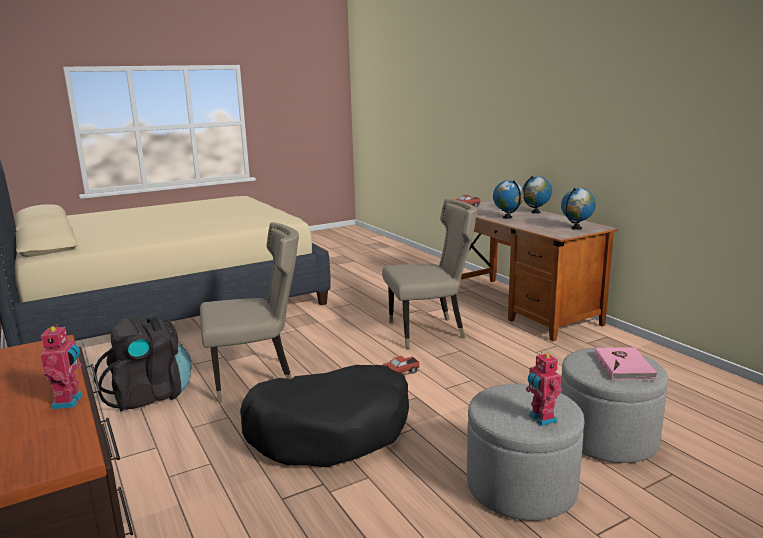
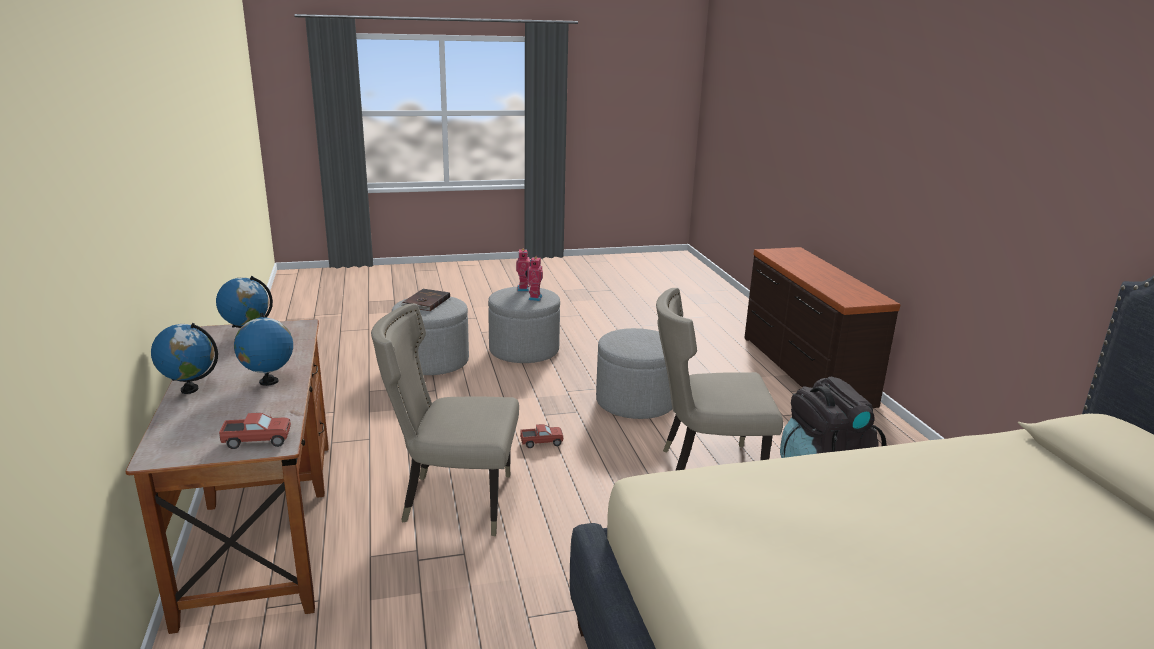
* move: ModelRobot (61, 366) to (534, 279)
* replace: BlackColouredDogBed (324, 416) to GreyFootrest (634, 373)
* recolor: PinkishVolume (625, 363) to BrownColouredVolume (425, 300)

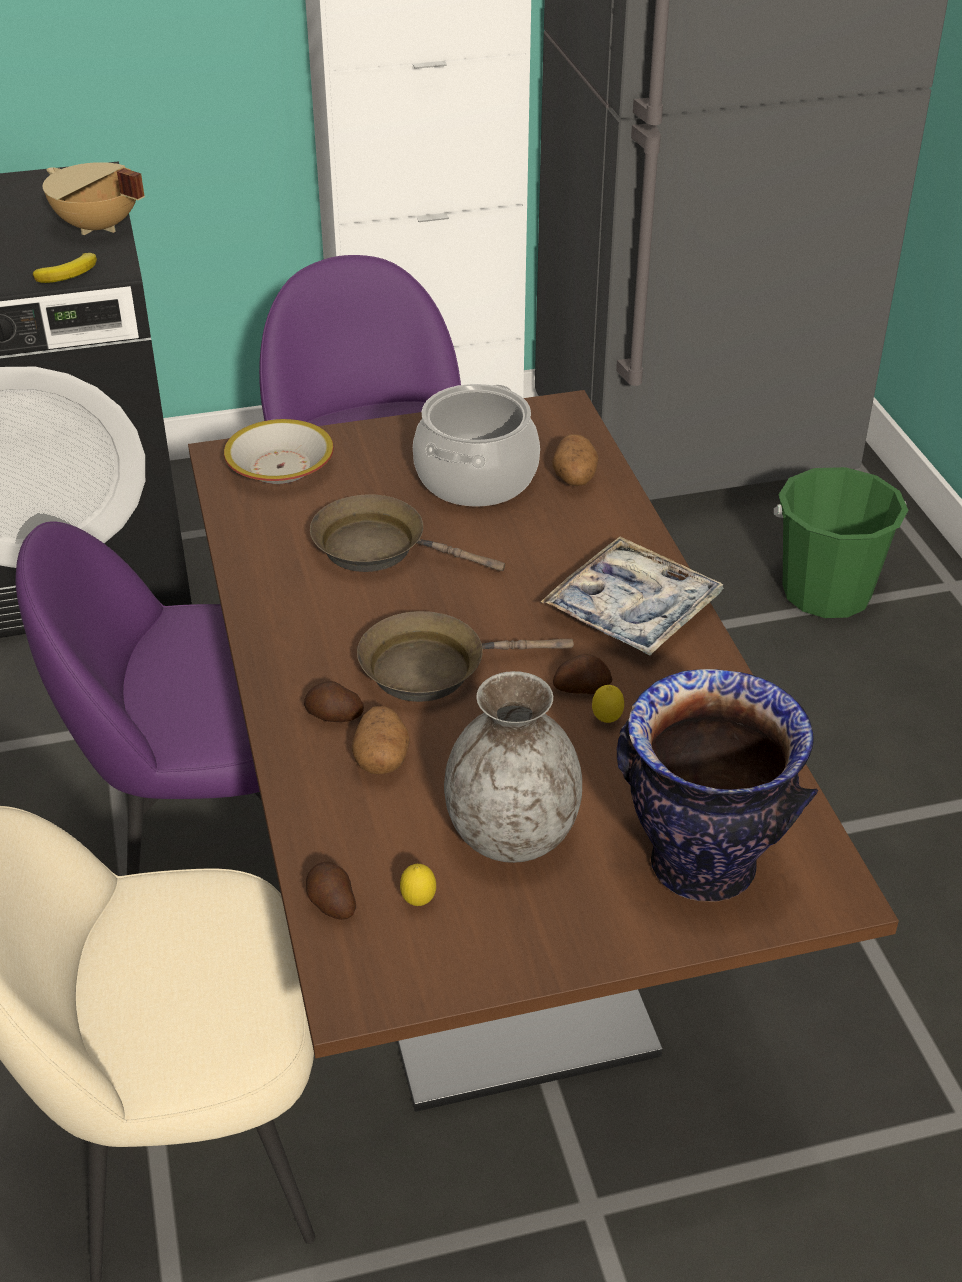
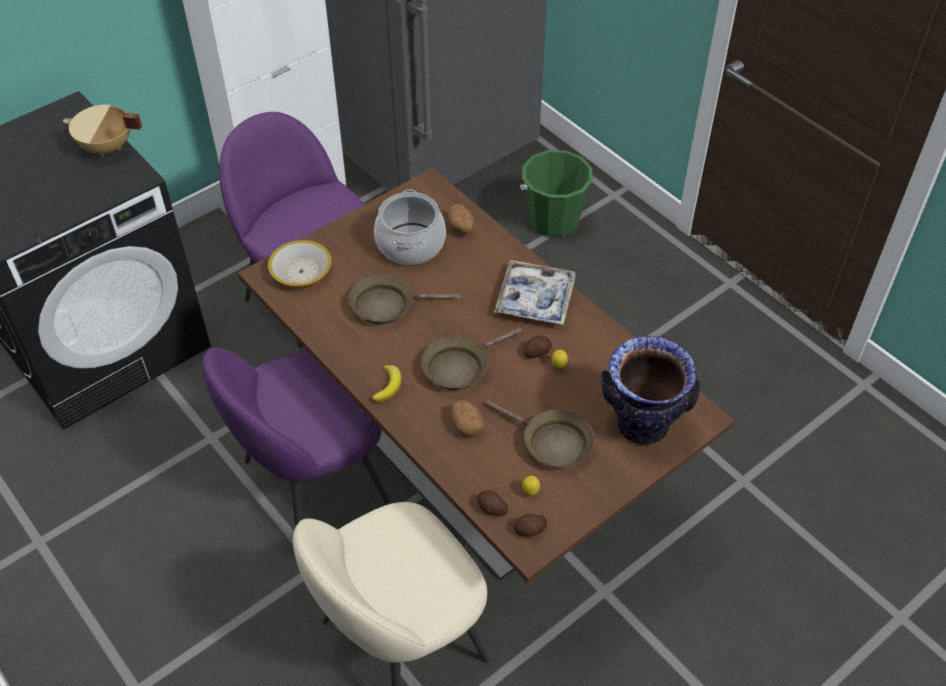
* move: BananaFruit (65, 268) to (387, 384)
* move: Potato (334, 701) to (530, 525)
* replace: GreyFlowerVase (513, 767) to BrownColouredSkillet (539, 434)

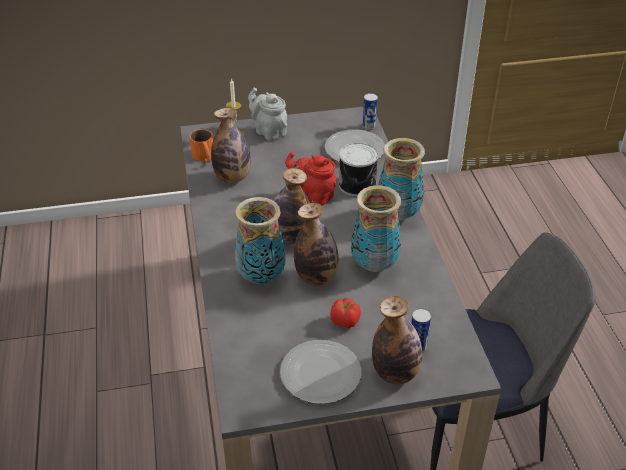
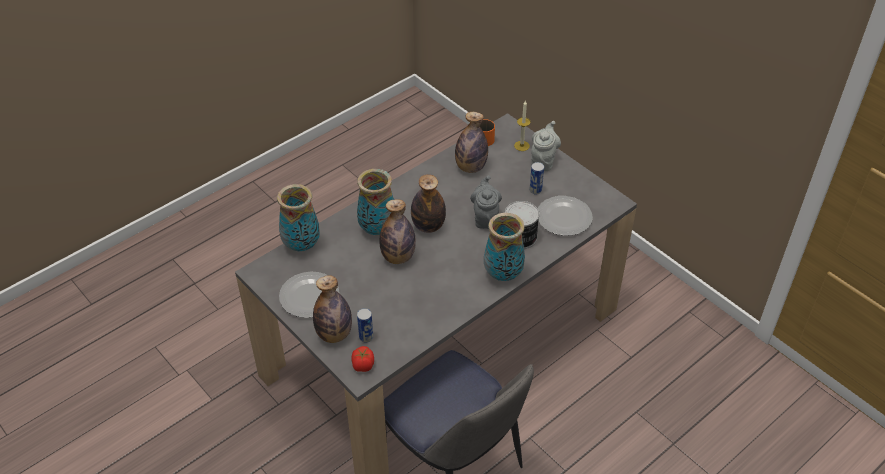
* move: WholeTomato (345, 313) to (362, 359)
* move: FlowerVase (376, 228) to (298, 217)
* move: SealedCan (370, 111) to (536, 178)
* recolor: RedTeaPot (310, 179) to GreyTeaPot (486, 202)

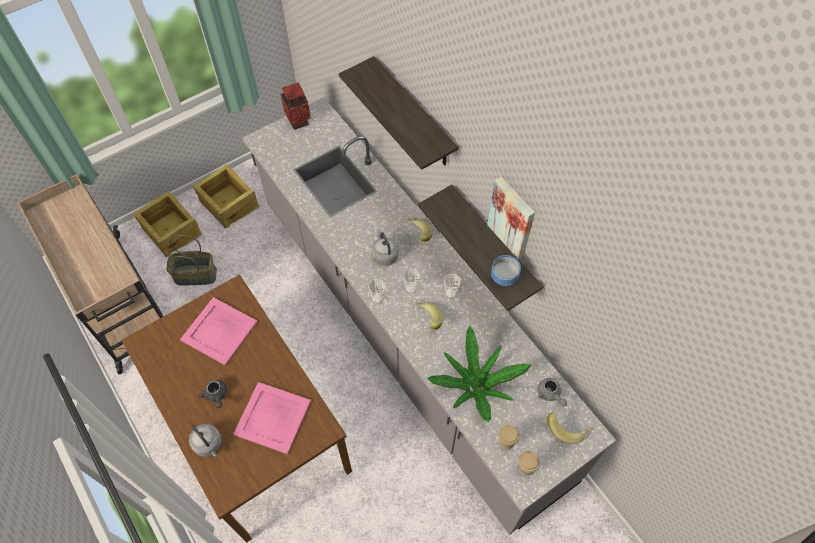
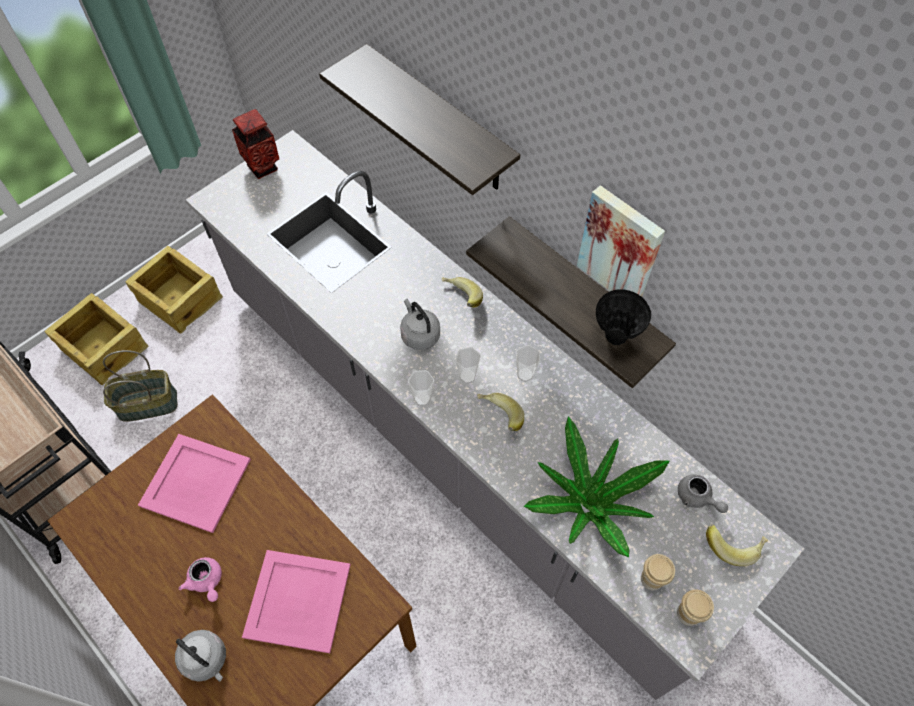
* replace: Bowl (506, 270) to BlackColouredFlowerVase (623, 317)
* recolor: GreyTeaPot (212, 394) to PinkishTeaPot (200, 579)

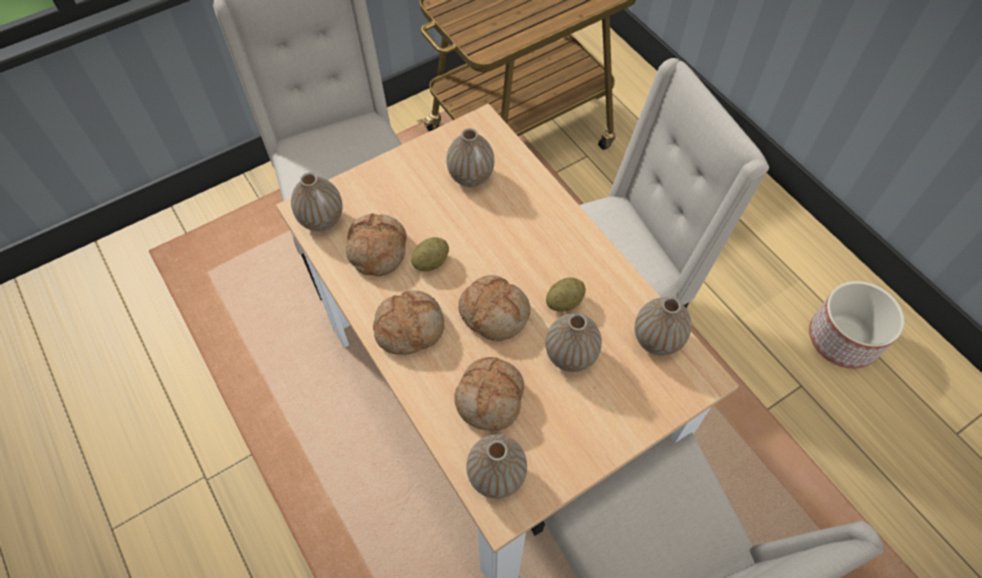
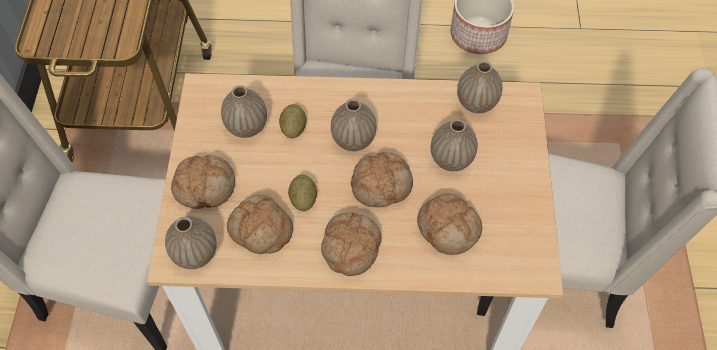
* insert: BakeryBread (203, 182)
* move: FlowerVase (496, 466) to (353, 125)
* move: Potato (566, 295) to (293, 121)

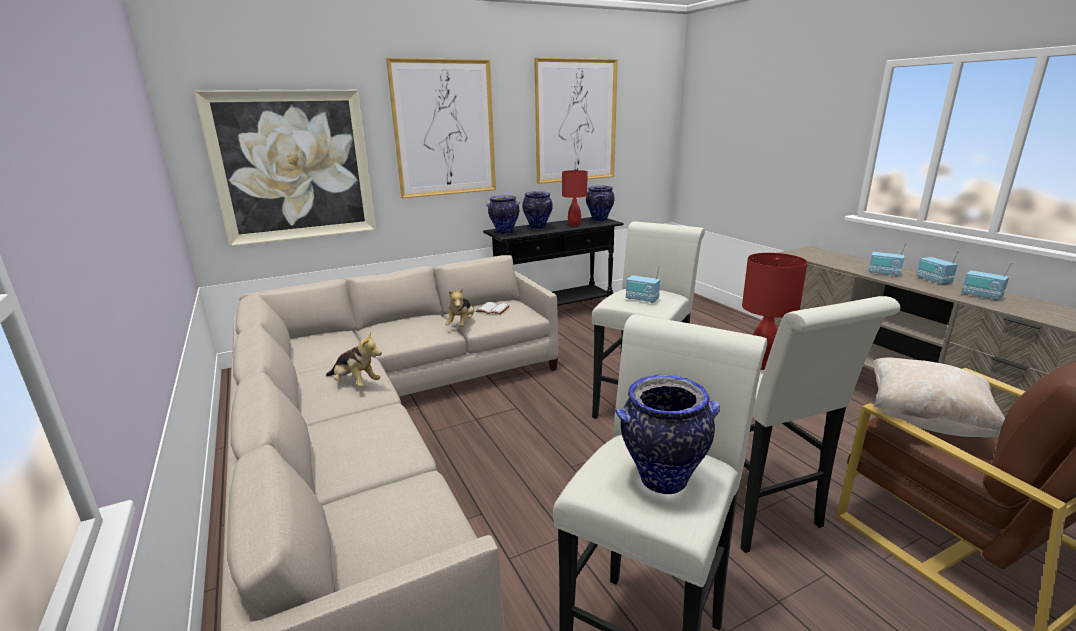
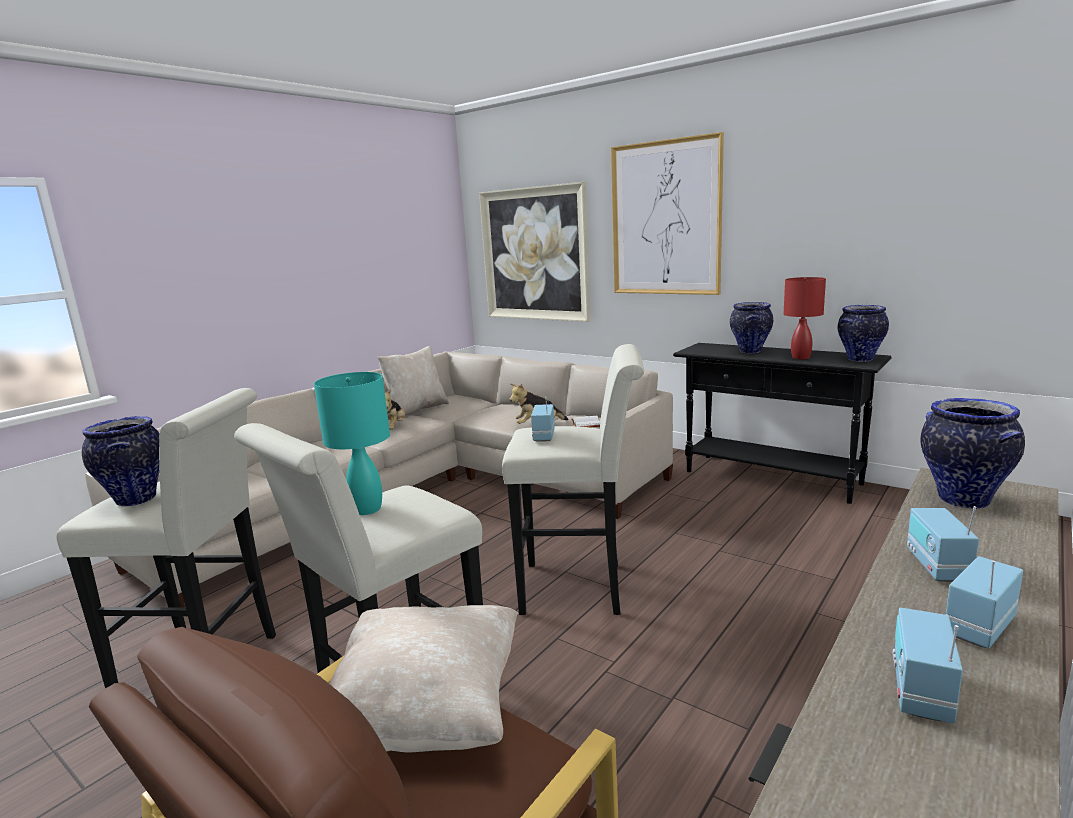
* delete: Picture (576, 121)
* insert: BeigeColouredCushion (413, 381)
* move: FlowerVase (503, 215) to (972, 453)
* recolor: RedTabletopLamp (775, 311) to BlueGreenTabletopLamp (352, 443)

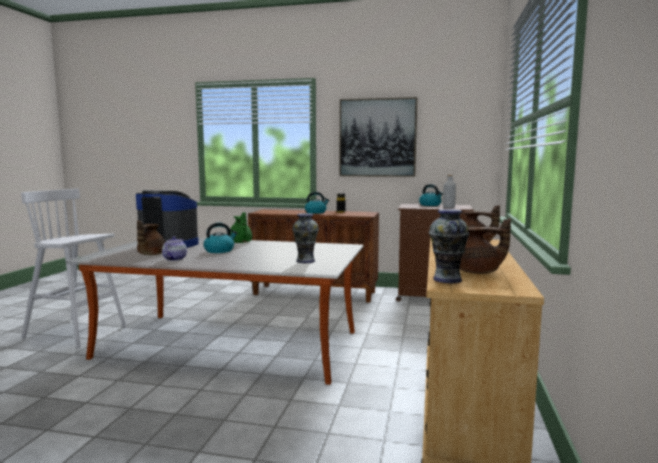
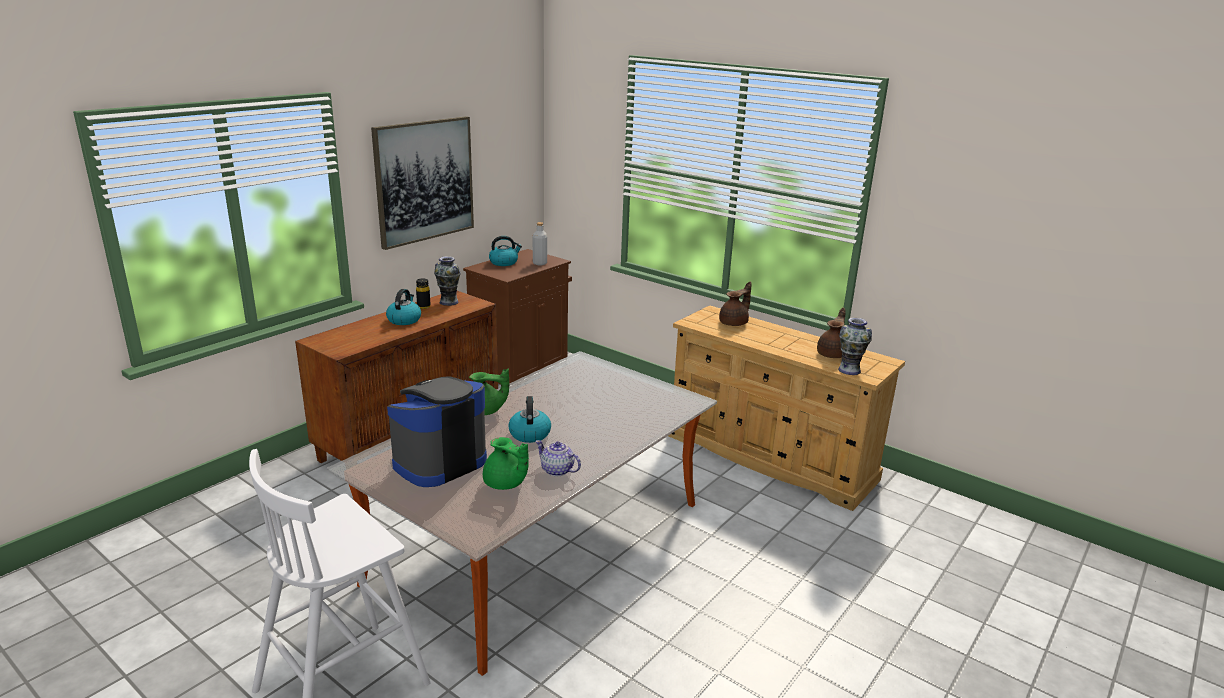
* move: FlowerVase (305, 238) to (447, 281)
* recolor: BrownColouredTeaPot (151, 237) to GreenColouredTeaPot (506, 463)

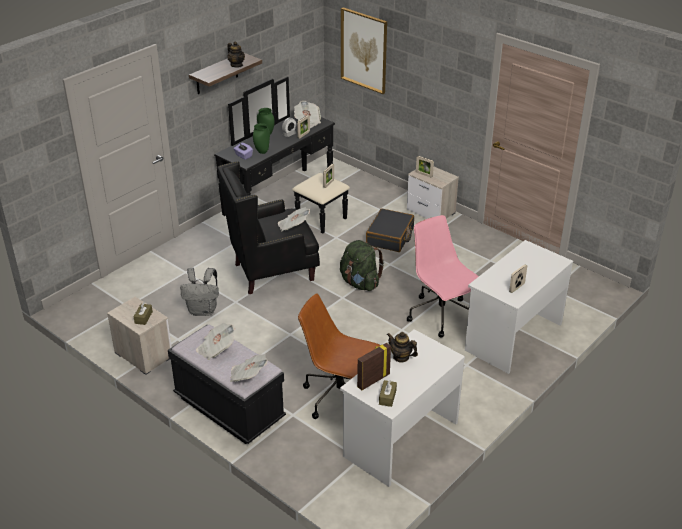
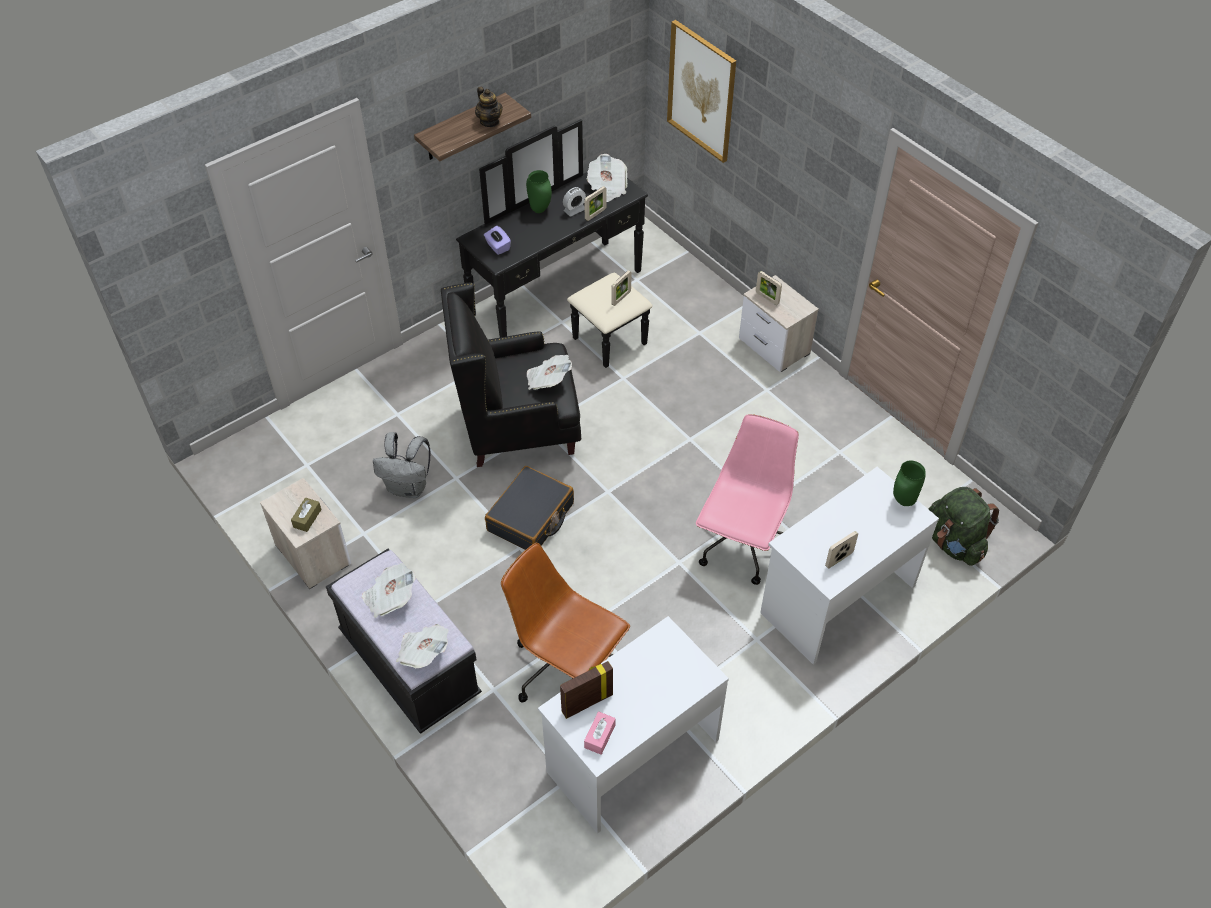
* delete: TeaPot (402, 347)
* move: GreenColouredFlowerVase (261, 138) to (909, 483)
* move: GreenColouredRucksack (362, 265) to (964, 526)
* move: BlackColouredTravelCase (390, 230) to (529, 508)
* recolor: BrownColouredBoxOfTissues (388, 393) to PinkishBoxOfTissues (599, 733)
* rotate: PinkishDeskChair (443, 276) = (747, 499) 45 degrees clockwise

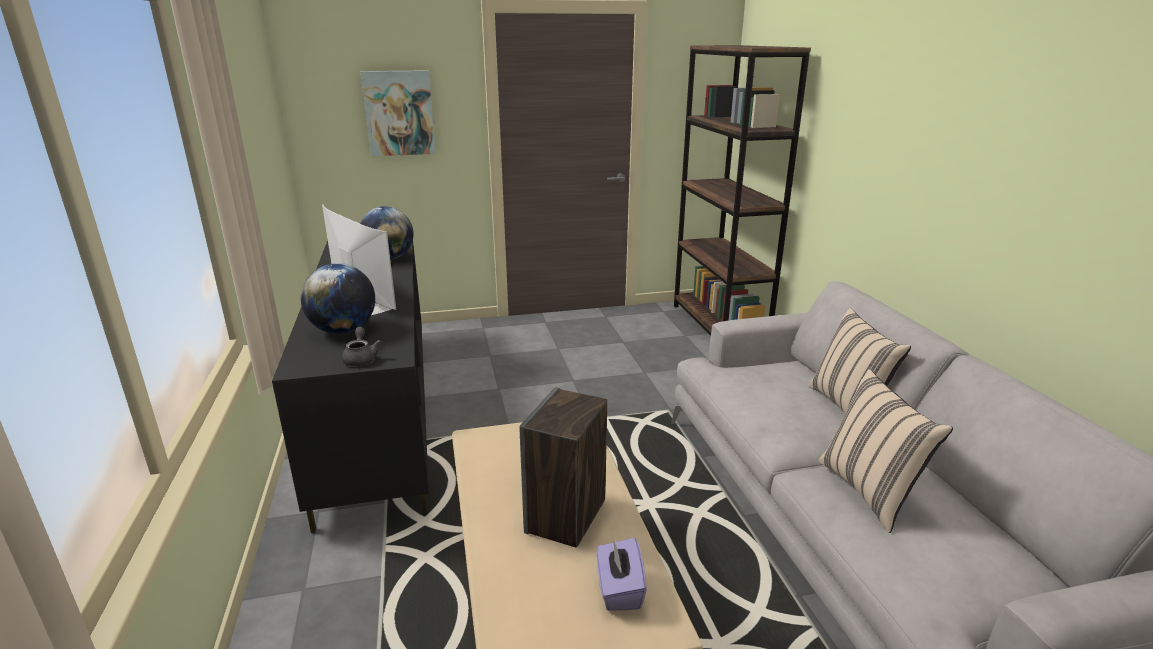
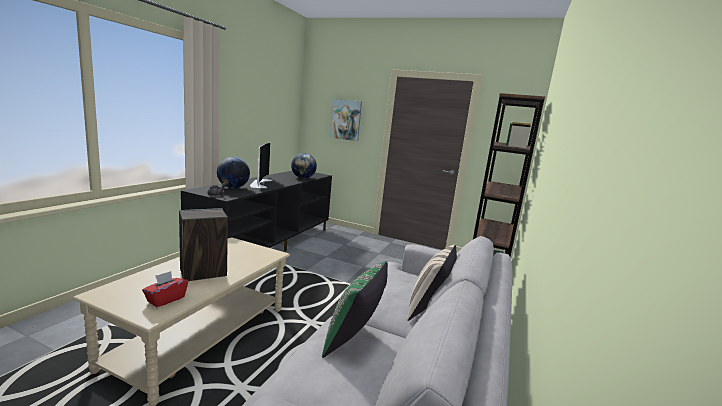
* recolor: PurplishBoxOfTissues (622, 574) to RedBoxOfTissues (165, 289)
* recolor: BeigeColouredCushion (885, 451) to GreenColouredCushion (355, 309)

